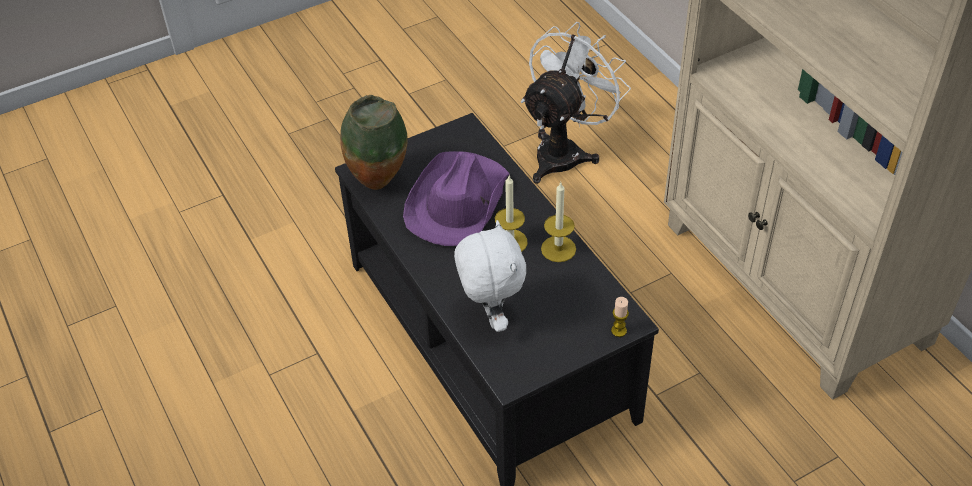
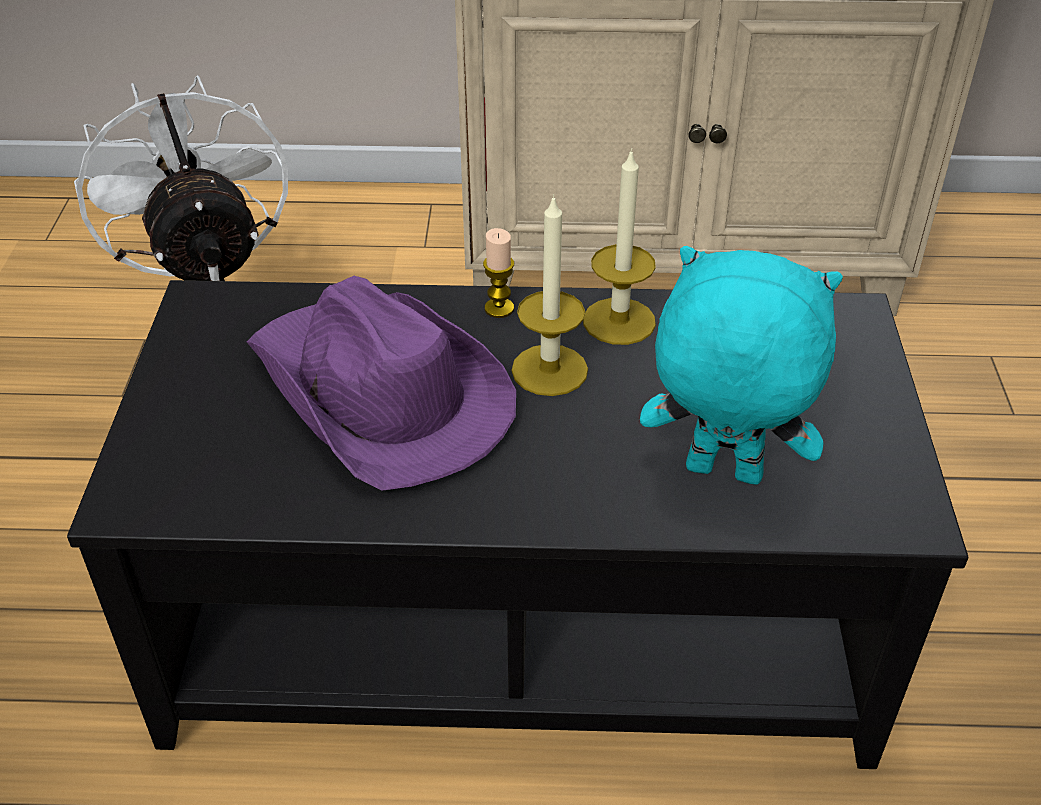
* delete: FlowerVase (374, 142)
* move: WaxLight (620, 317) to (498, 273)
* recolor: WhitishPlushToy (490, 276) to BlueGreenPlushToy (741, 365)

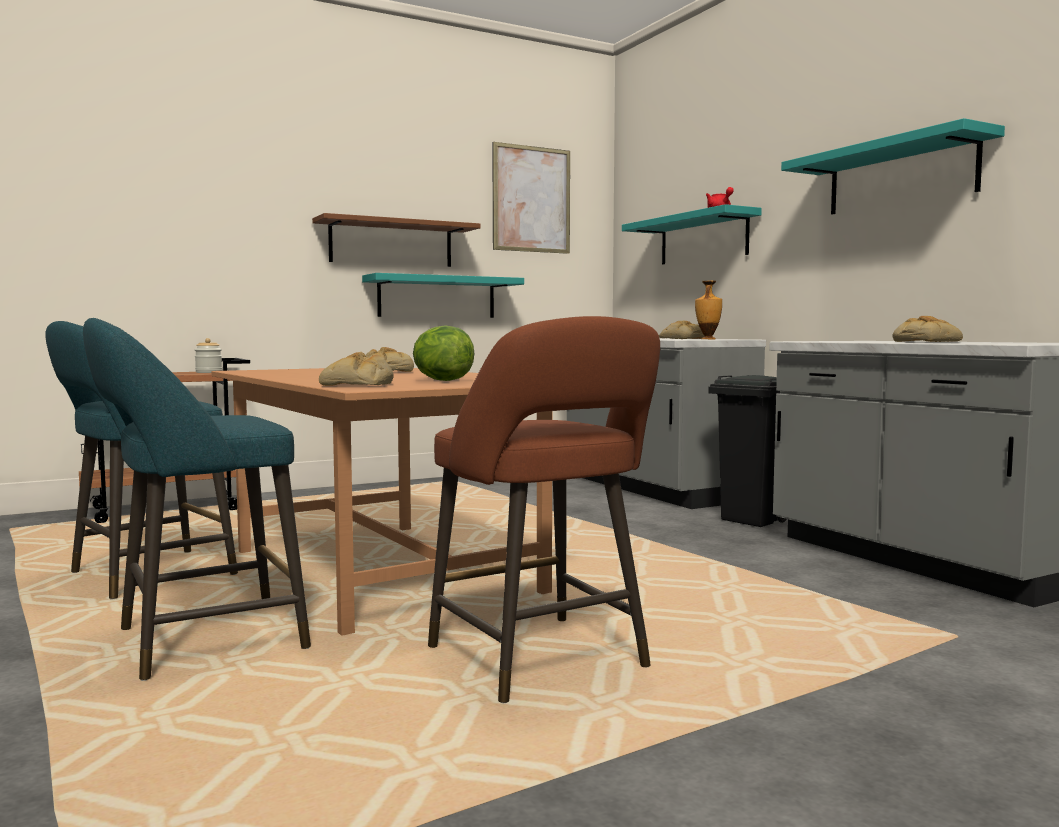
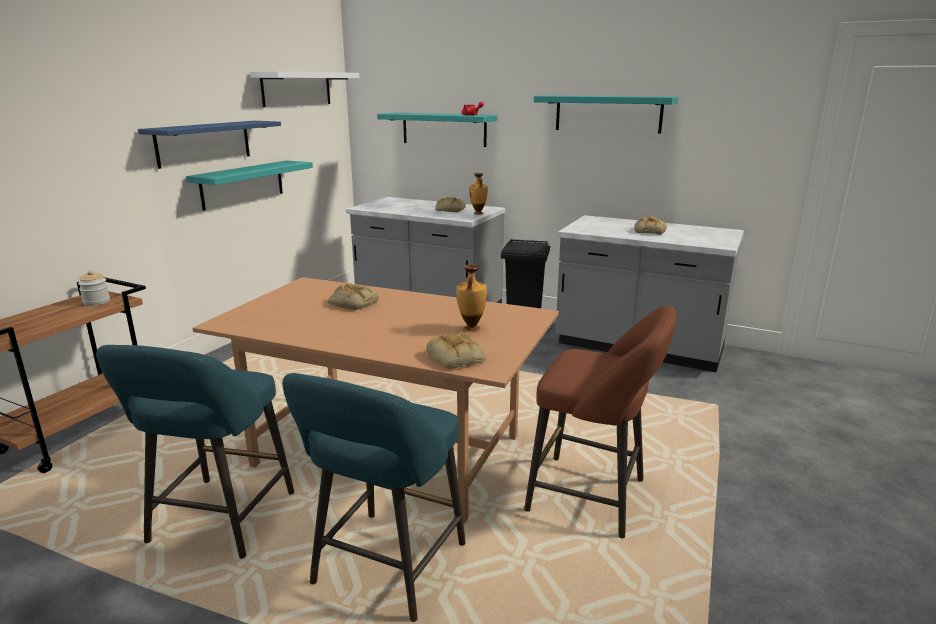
* replace: LettuceHead (443, 353) to FlowerVase (471, 298)
* replace: Picture (531, 198) to WhitishShelf (304, 89)
* recolor: BrownColouredShelf (396, 240) to BluishShelf (209, 145)

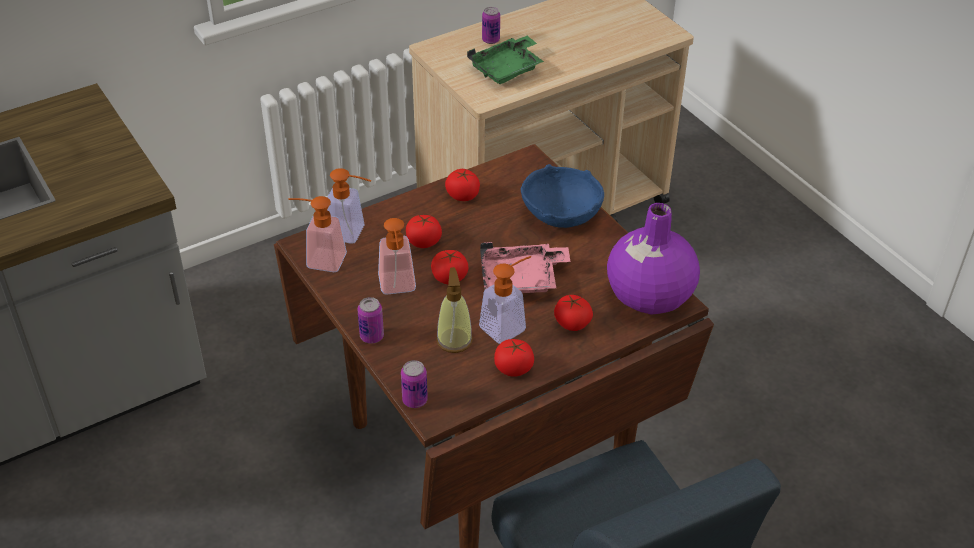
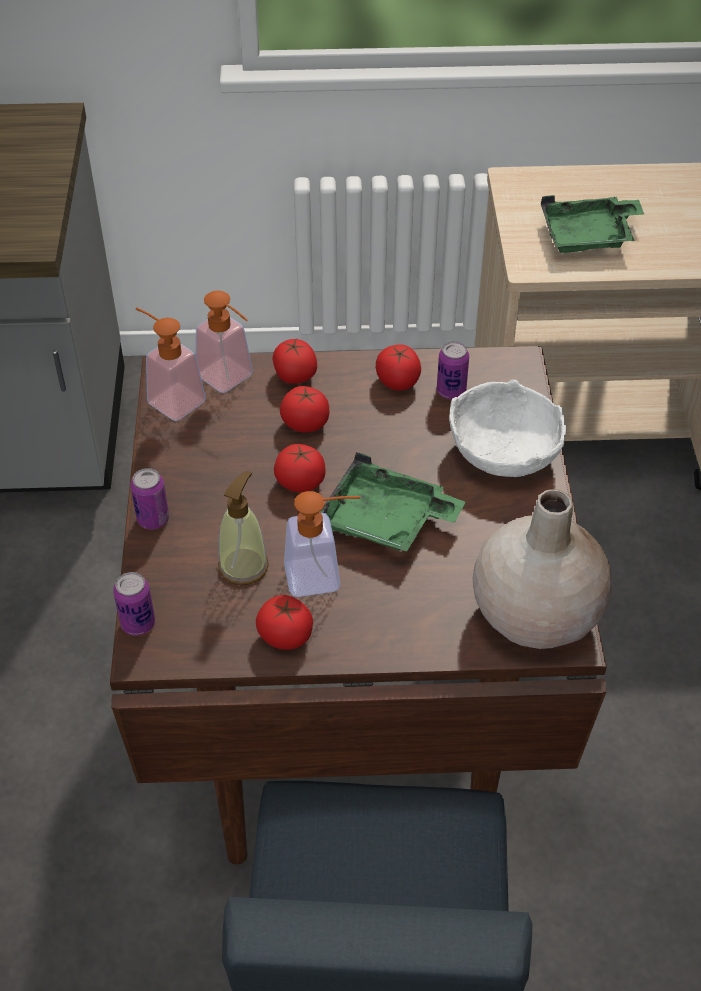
* delete: LiquidSoapBottle (397, 256)
* move: SealedCan (491, 25) to (453, 370)
* move: WholeTomato (573, 312) to (295, 361)
* recolor: PinkishTray (525, 267) to GreenColouredTray (393, 501)
* recolor: BluishBowl (562, 196) to WhitishBowl (507, 428)
* recolor: PurplishFlowerVase (653, 259) to BeigeColouredFlowerVase (542, 569)

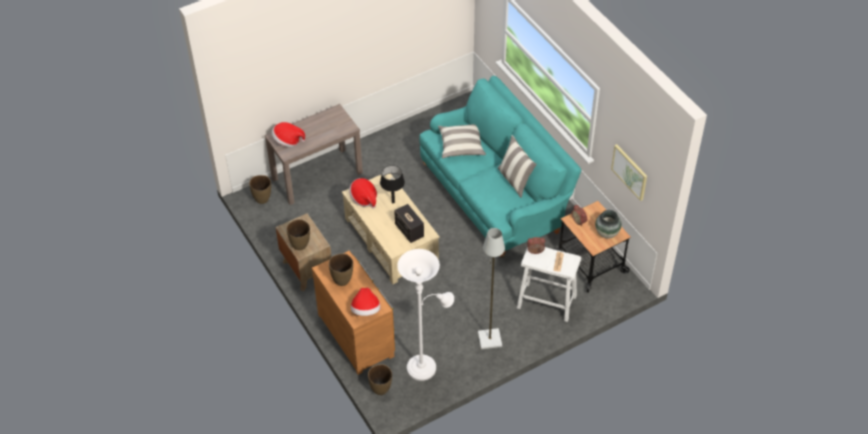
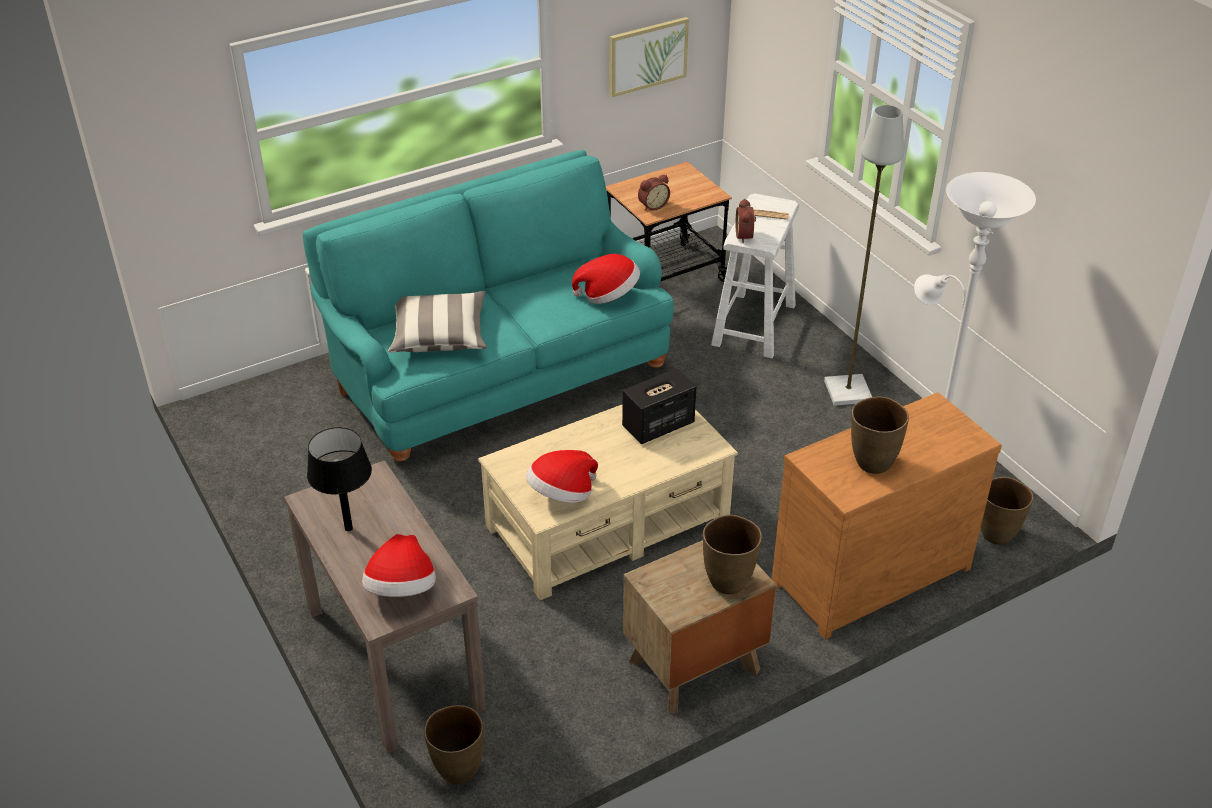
* delete: Cushion (517, 166)
* delete: FlowerVase (608, 224)
* move: Hat (366, 302) to (606, 279)
* move: BlackColouredTabletopLamp (392, 184) to (339, 479)

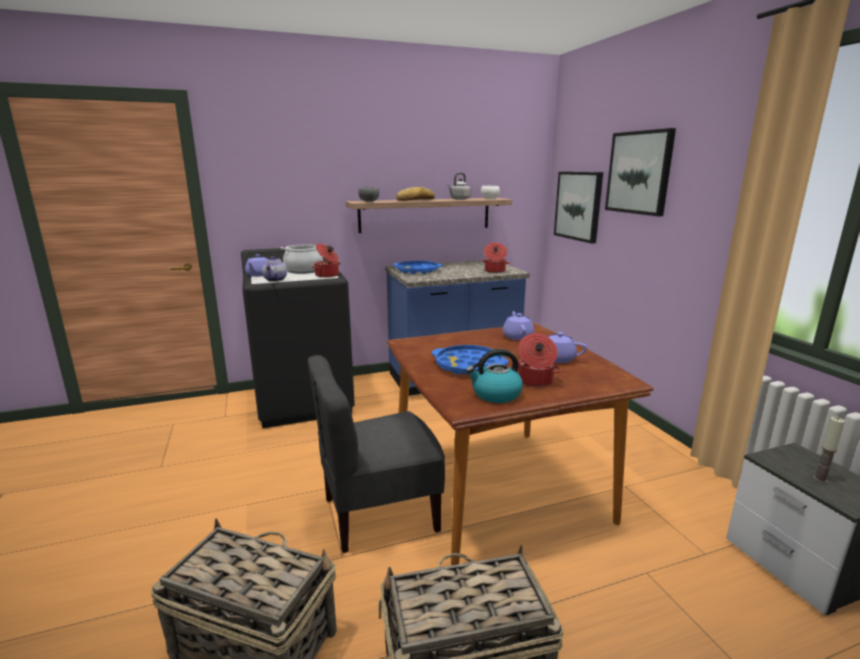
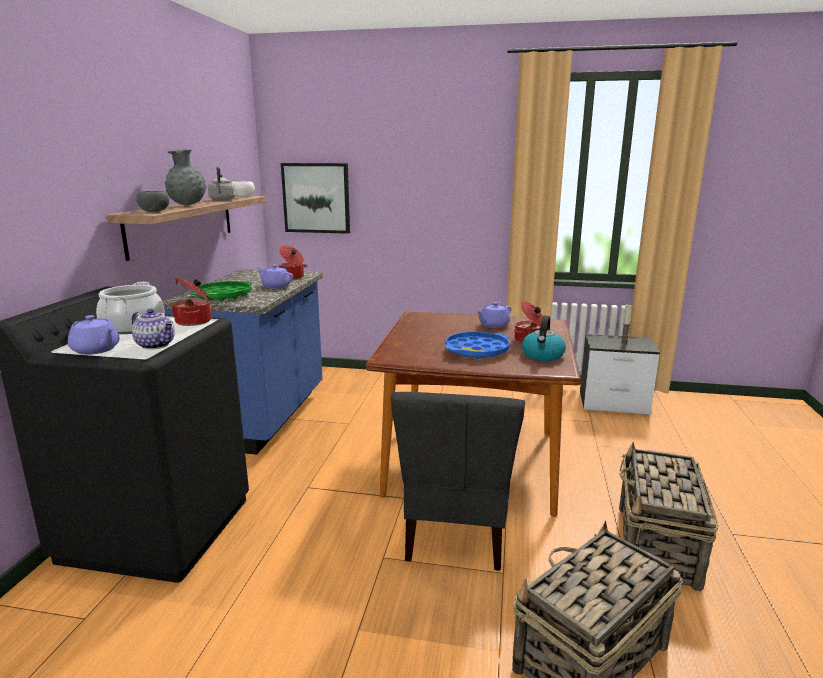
* delete: Picture (640, 172)
* move: PurplishTeaPot (518, 325) to (274, 277)
* replace: BakeryBread (415, 194) to GreyFlowerVase (185, 177)
* recolor: BluishTray (417, 267) to GreenColouredTray (221, 291)

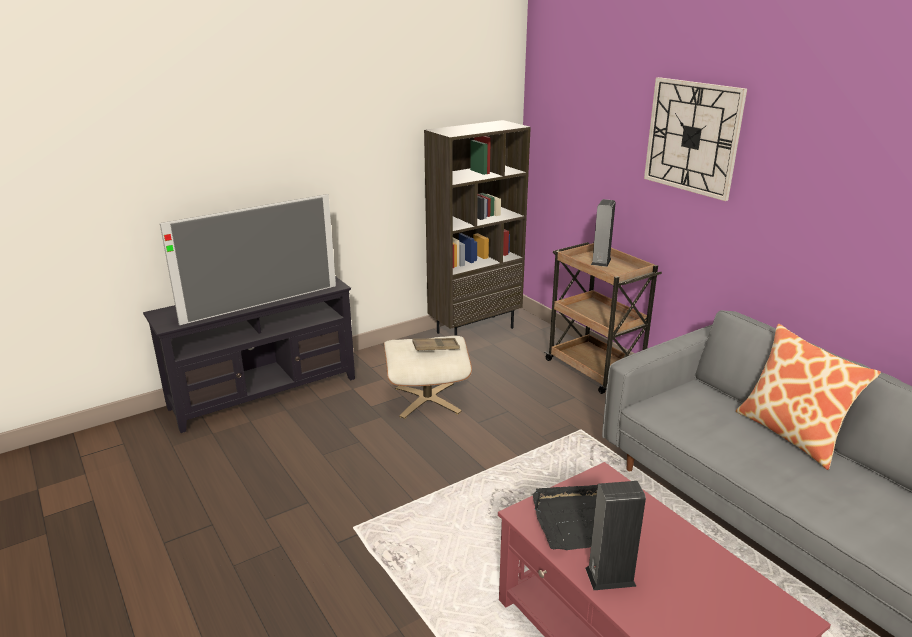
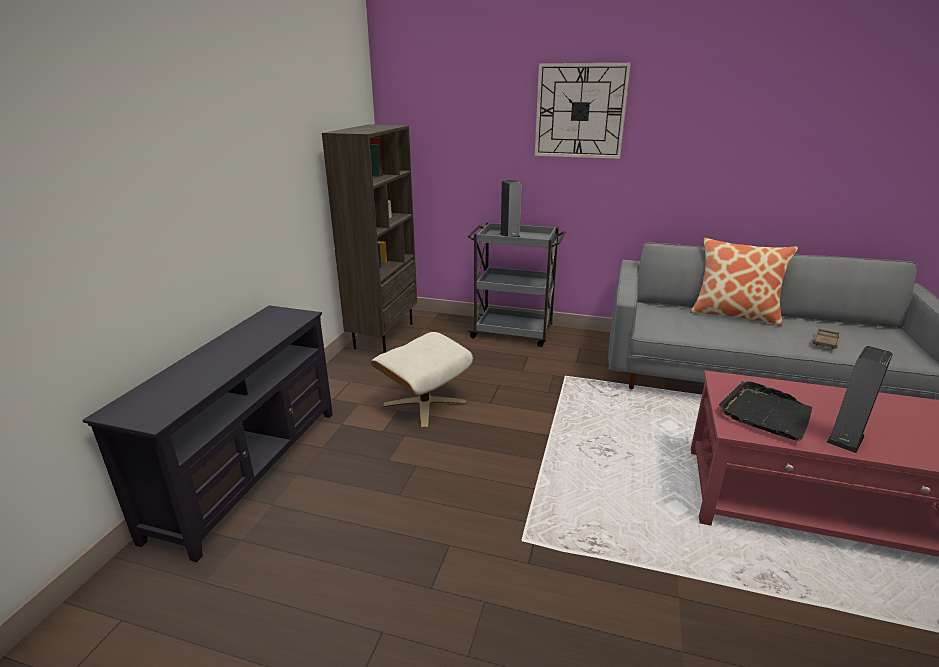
* delete: TvSet (248, 259)
* move: BrownColouredTray (436, 344) to (827, 339)
* recolor: BrownColouredTrolley (603, 318) to GreyTrolley (516, 284)

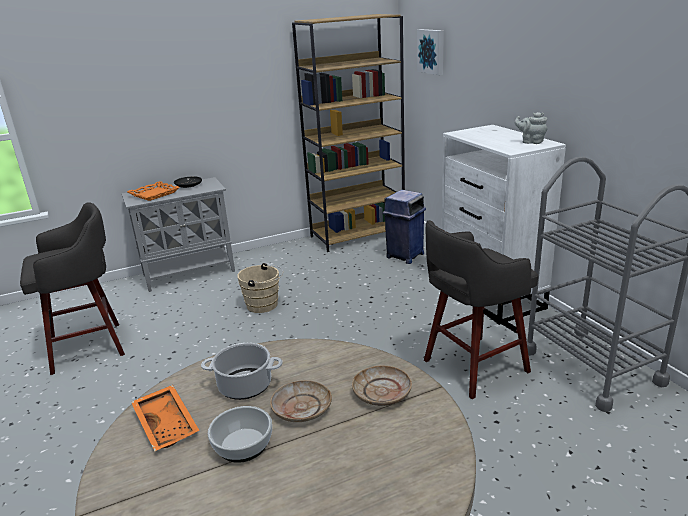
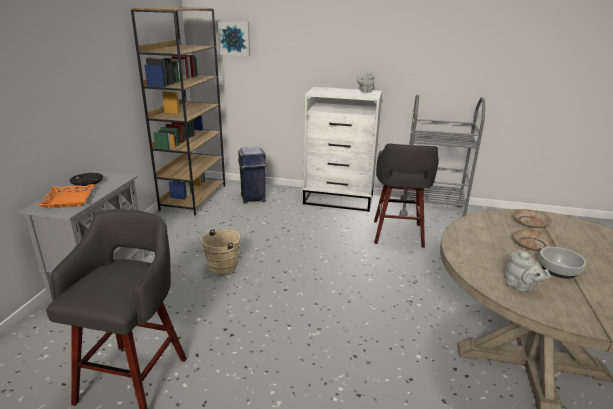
* delete: Stockpot (242, 371)
* replace: OrangeTray (165, 418) to GreyTeaPot (528, 271)

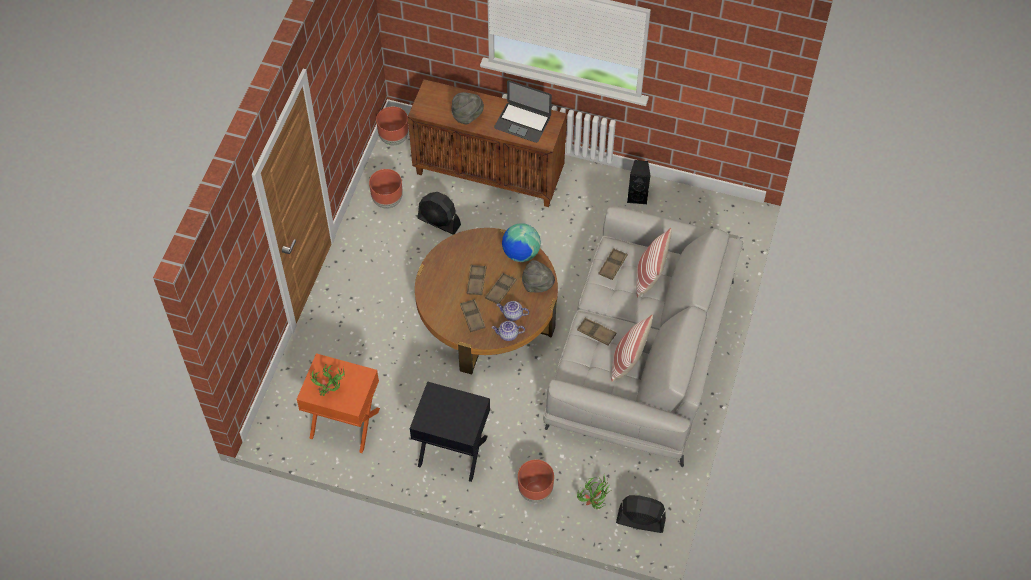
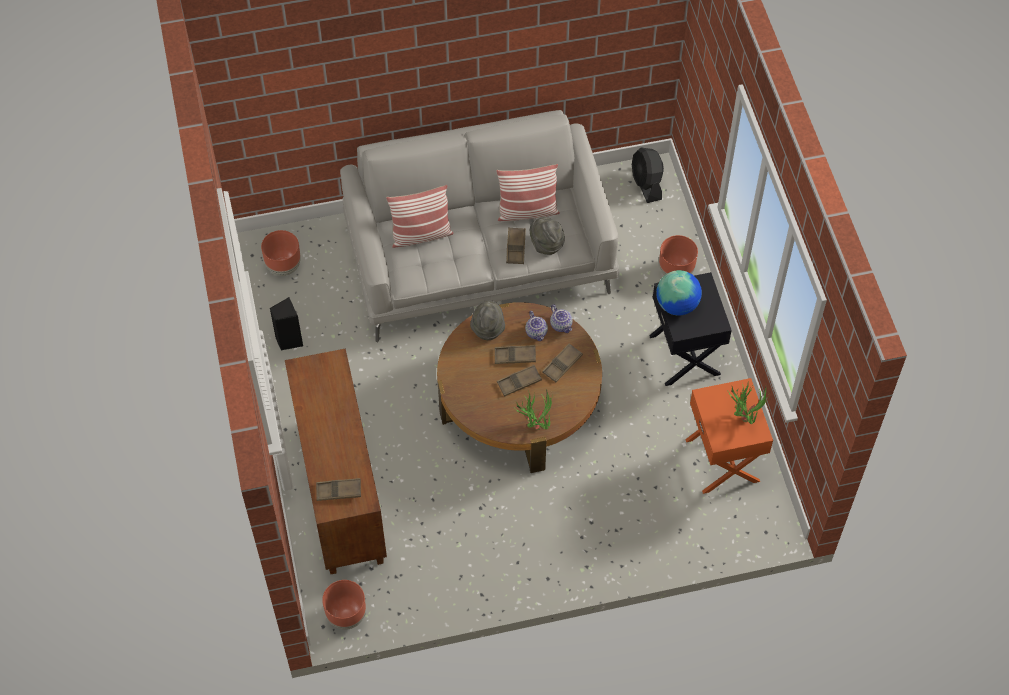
* delete: BlackColouredCoolingFan (439, 213)
* delete: Laptop (523, 111)
* move: BrownColouredPlanter (386, 189) to (281, 253)
* move: GreyHat (467, 108) to (547, 236)
* move: Globe (521, 242) to (679, 293)
* move: Houseplant (594, 492) to (534, 410)
* move: BrownColouredTray (612, 264) to (338, 489)

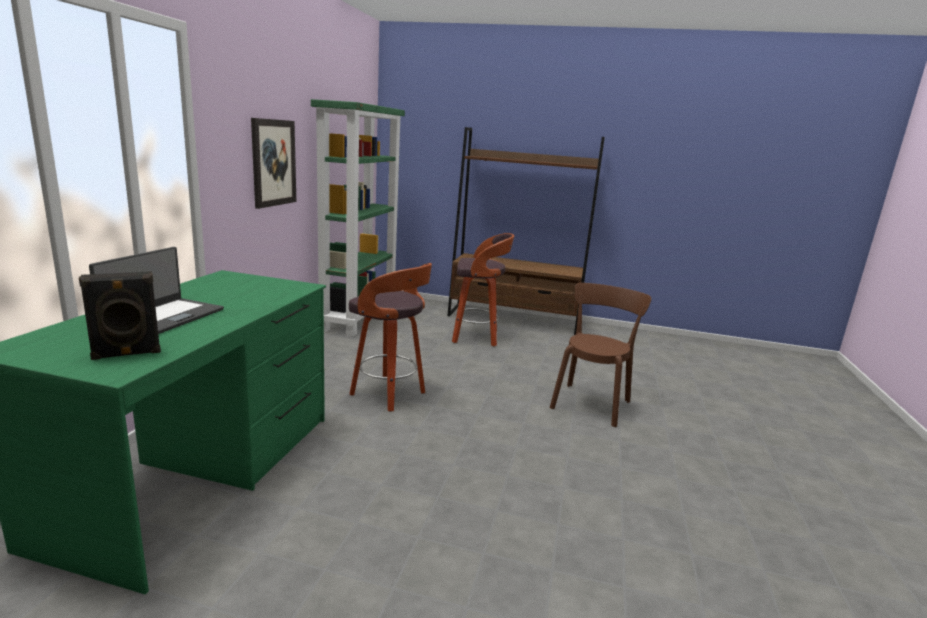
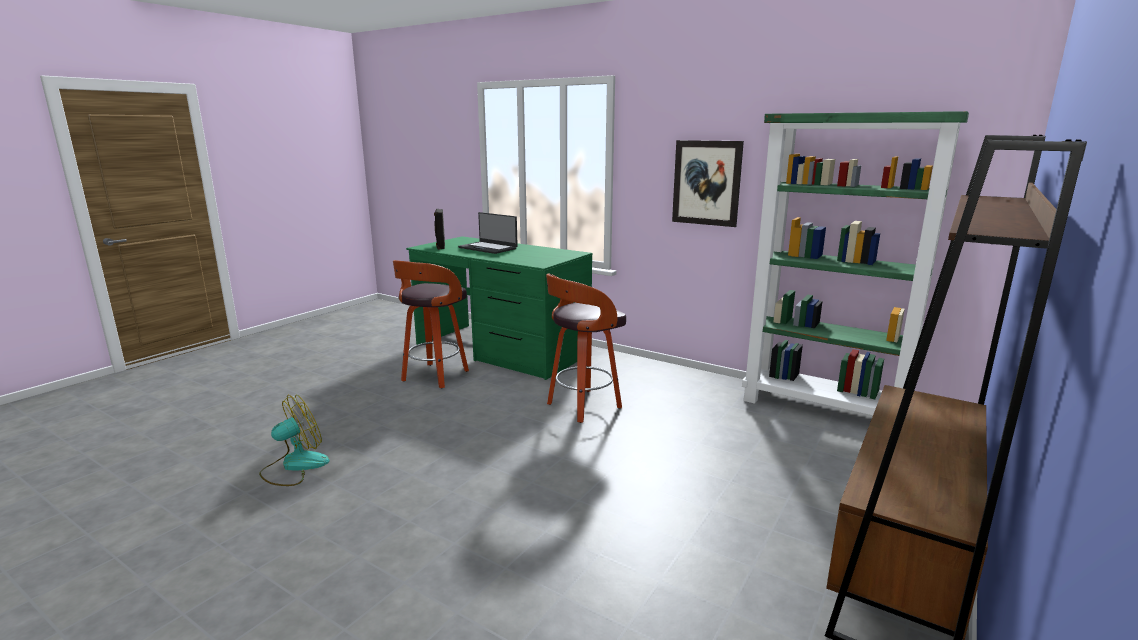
* delete: BrownColouredChair (600, 355)
* insert: CoolingFan (294, 440)
* move: StoolSeat (483, 290) to (431, 324)

